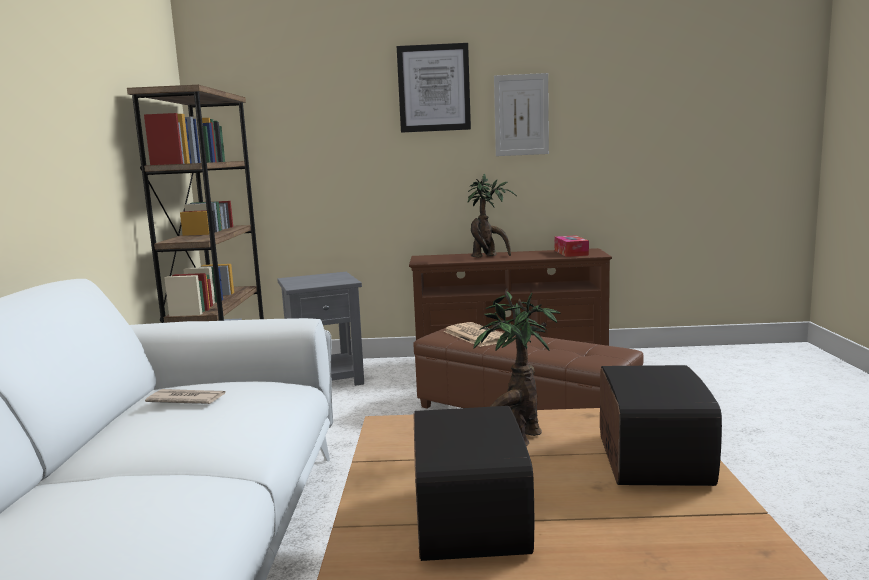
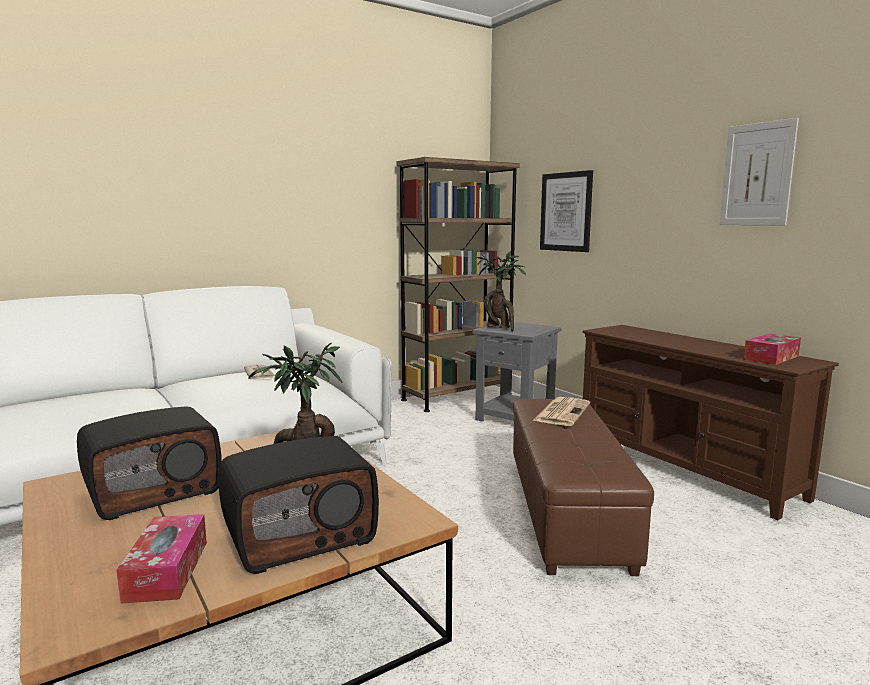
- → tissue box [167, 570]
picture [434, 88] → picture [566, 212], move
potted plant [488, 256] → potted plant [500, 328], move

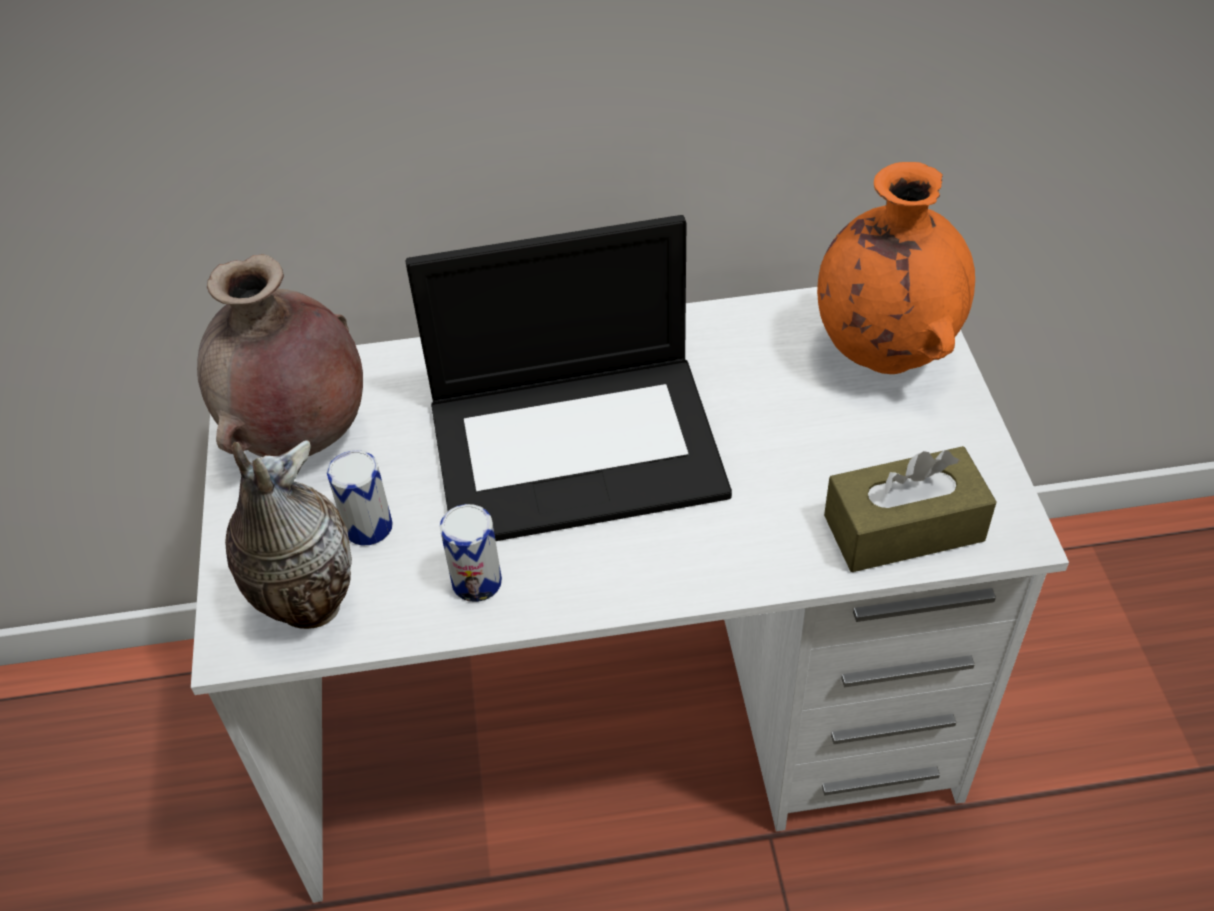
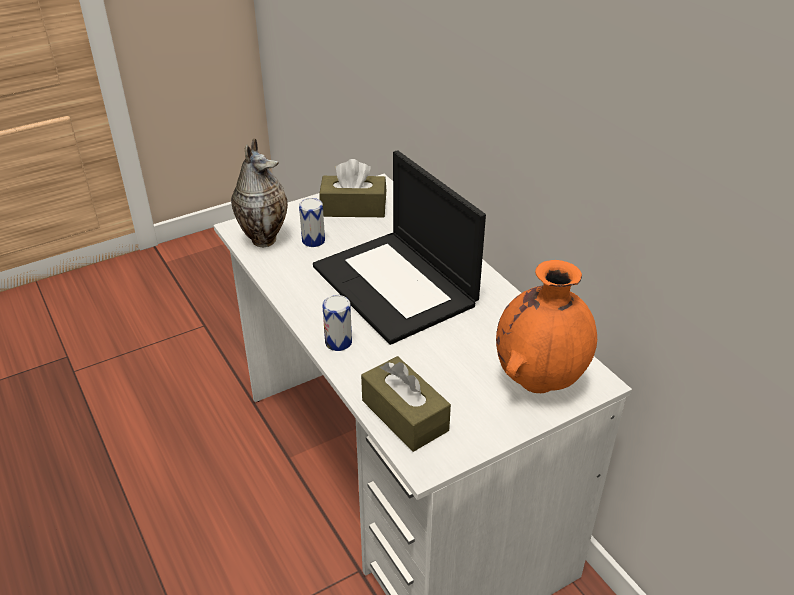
can [476, 581] → can [338, 342], move
brown vase [301, 438] → brown tissue box [353, 208]

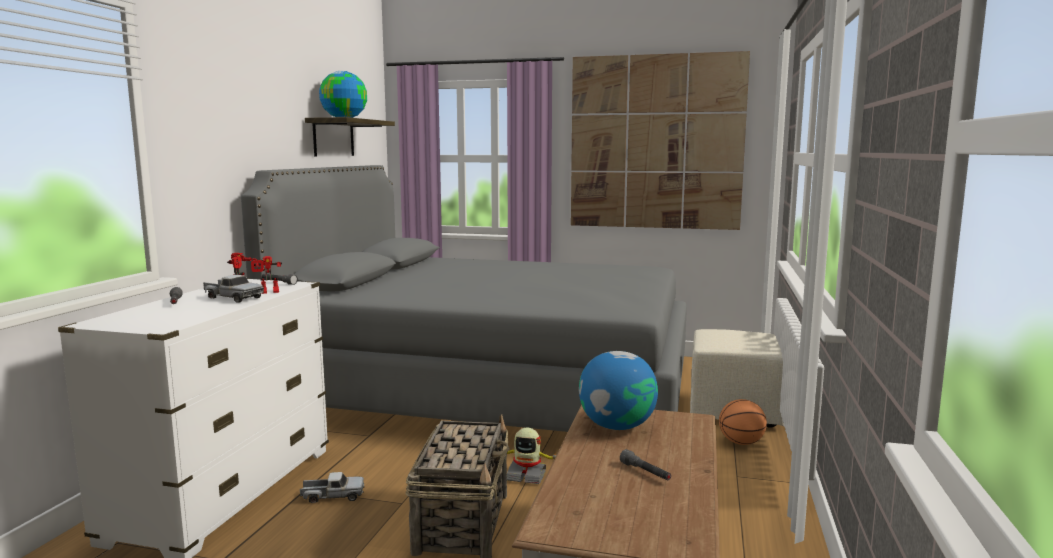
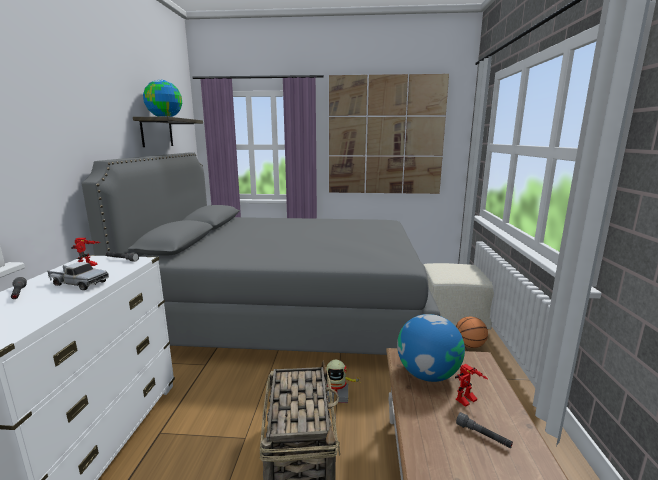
toy truck [333, 496] → -
toy robot [268, 292] → toy robot [467, 402], move

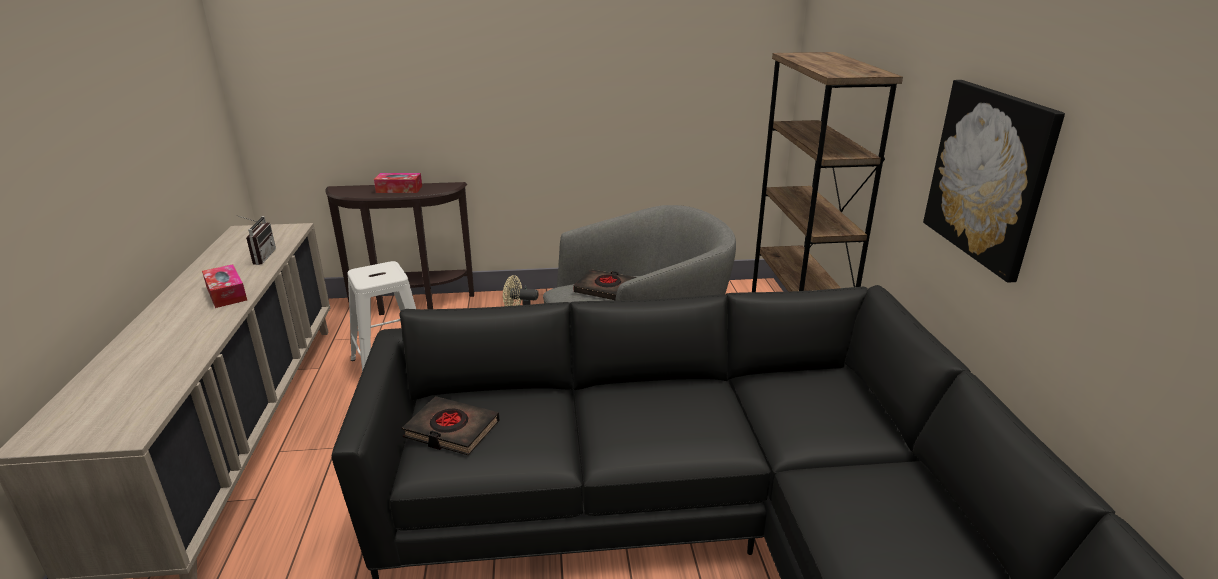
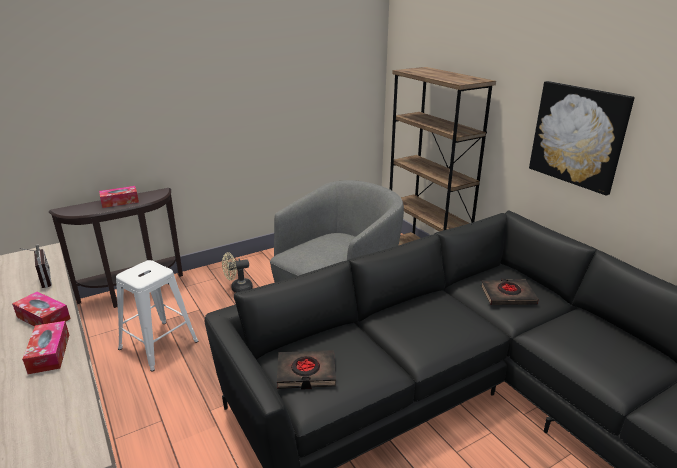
- → tissue box [49, 353]
black book [607, 289] → black book [508, 295], move

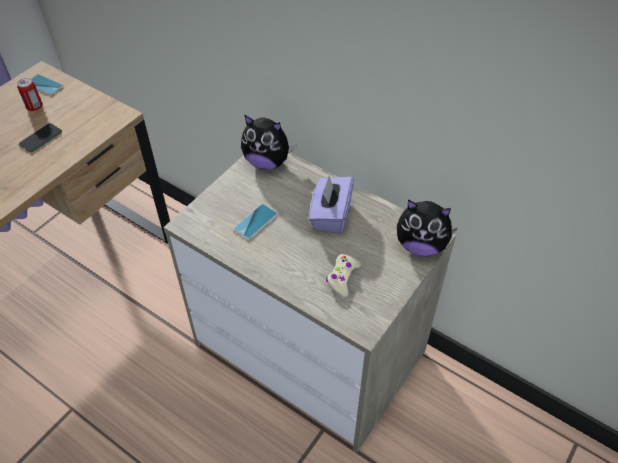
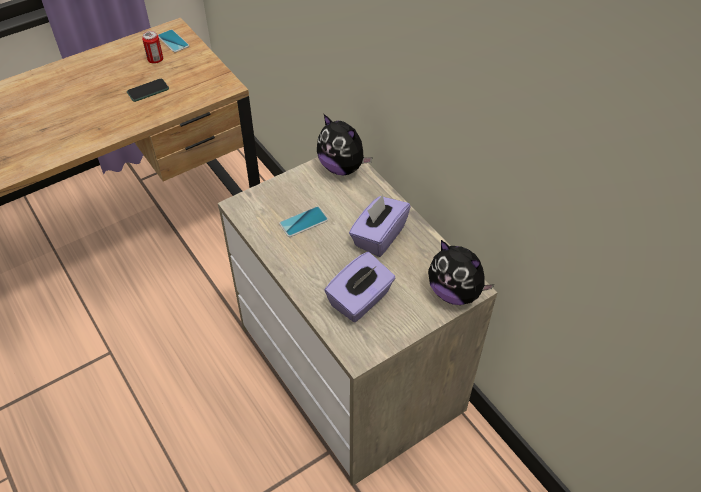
beige game controller [342, 278] → purple tissue box [360, 300]

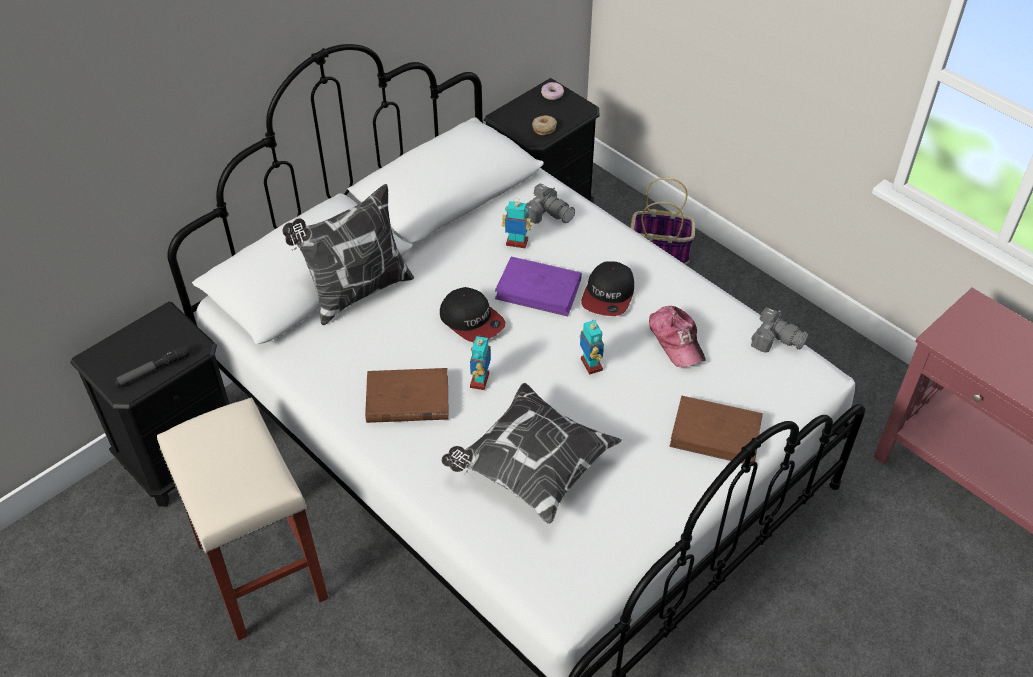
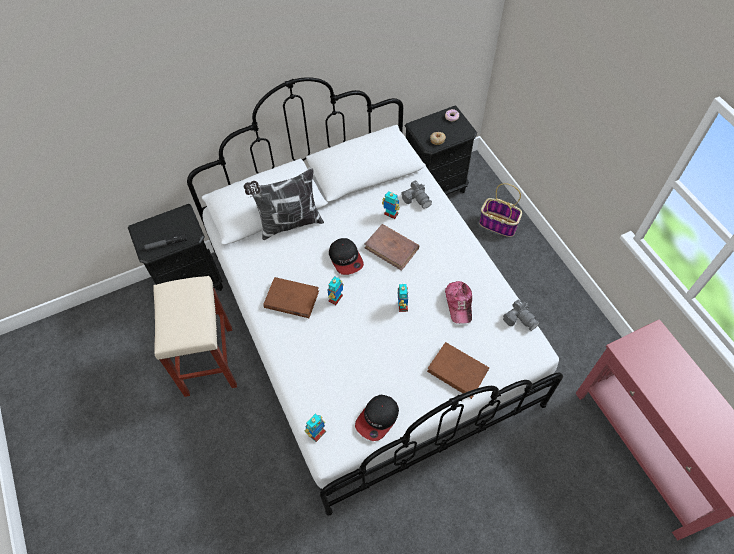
pillow [531, 468] → -
- → toy robot [317, 433]
cap [608, 295] → cap [377, 418], move
purple book [539, 289] → brown book [392, 248]

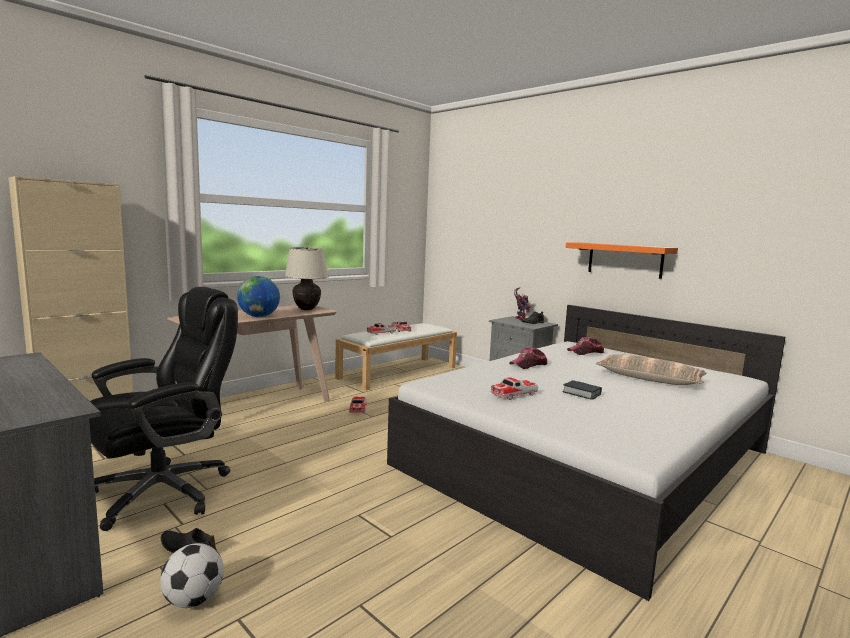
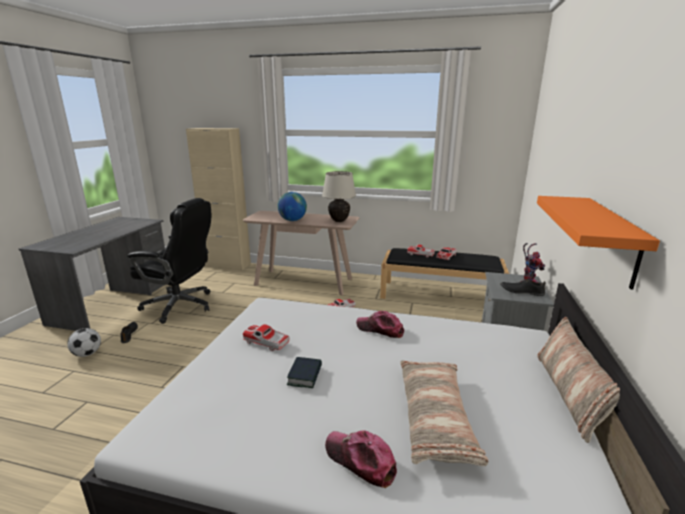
- → pillow [569, 393]
cap [585, 352] → cap [360, 460], move
white bench [398, 372] → black bench [441, 295]

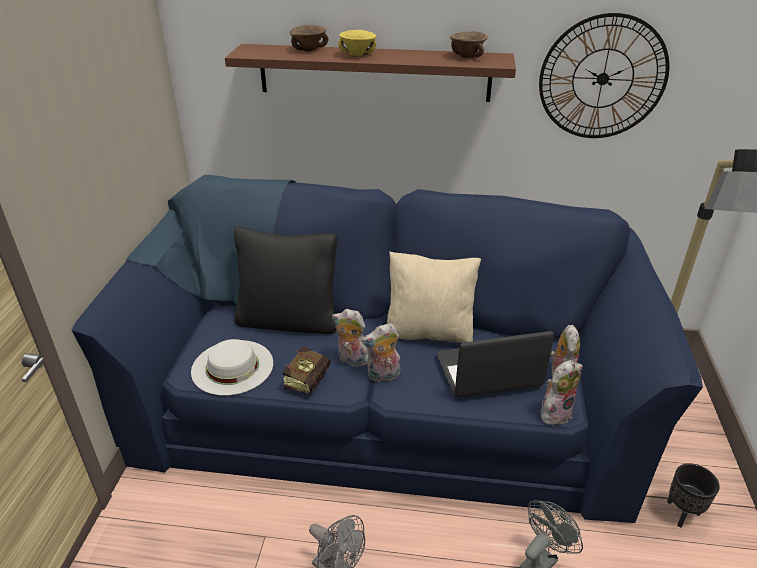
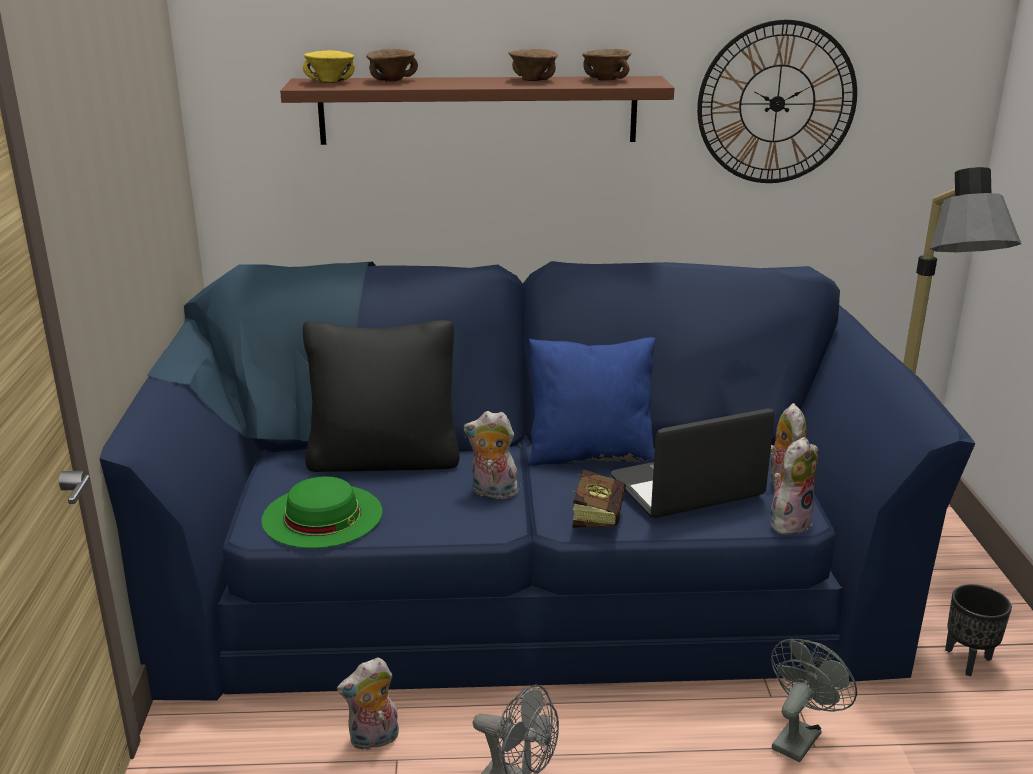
- → brown bowl [531, 80]
book [310, 378] → book [599, 515], move
yellow bowl [357, 55] → yellow bowl [329, 82], move
plush toy [383, 376] → plush toy [374, 740], move
white hat [232, 367] → green hat [322, 515]
beige pillow [429, 332] → blue pillow [590, 454]

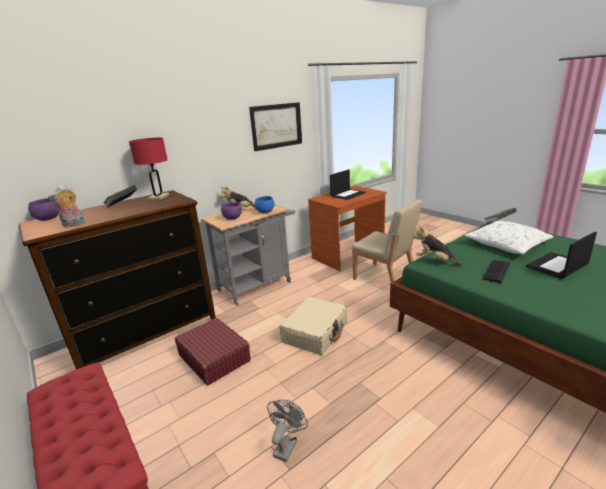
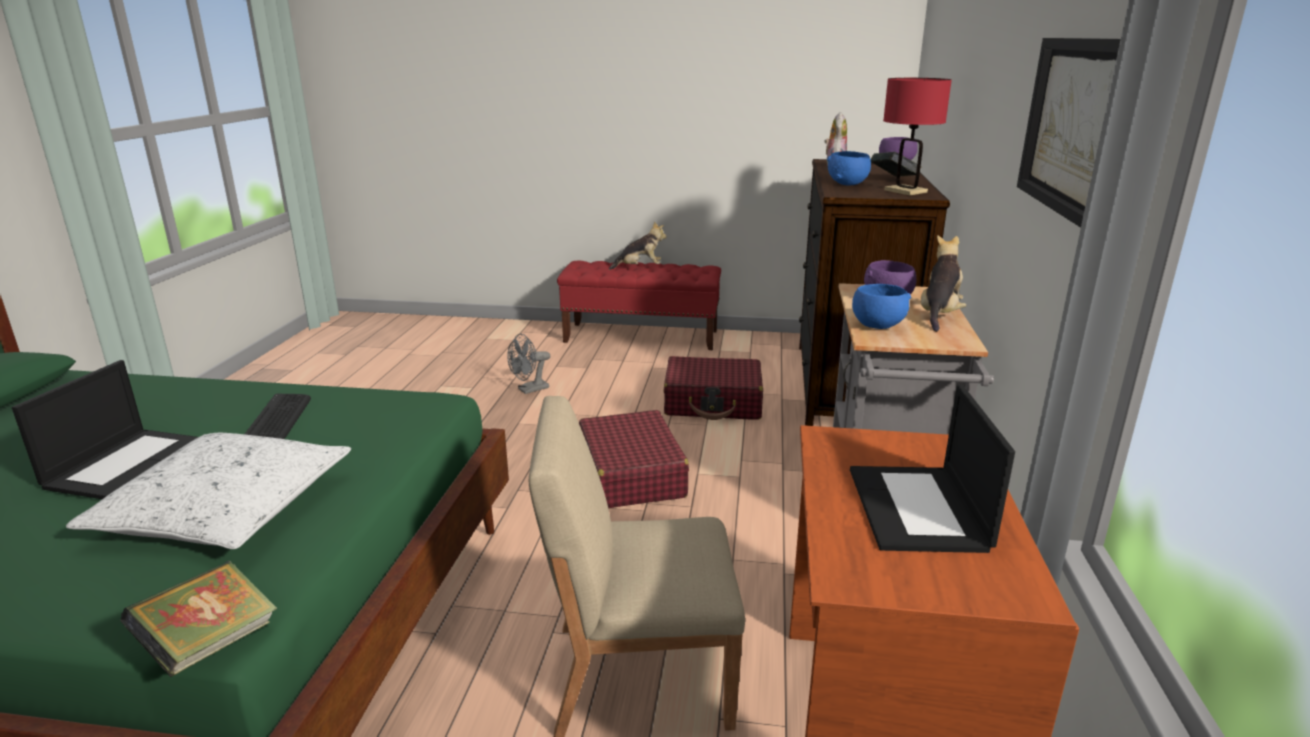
- → blue bowl [848, 184]
plush toy [434, 261] → plush toy [639, 268], move
beige suitcase [315, 332] → red suitcase [631, 475]
grey fan [287, 445] → grey fan [529, 390], 75 degrees clockwise

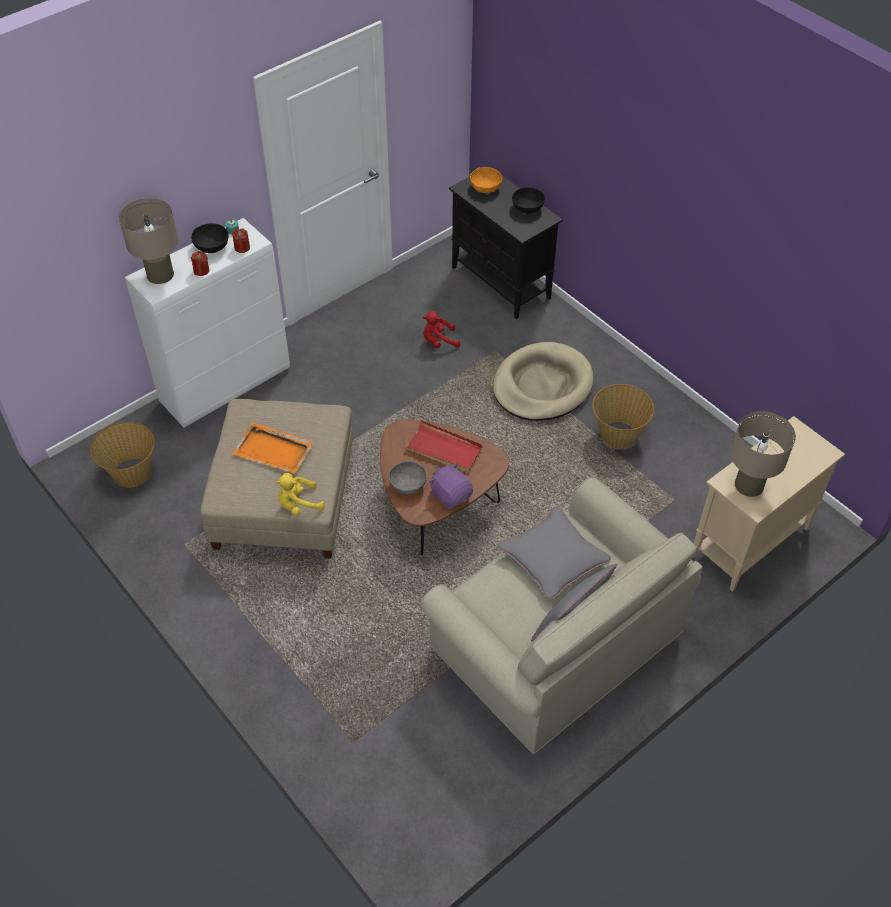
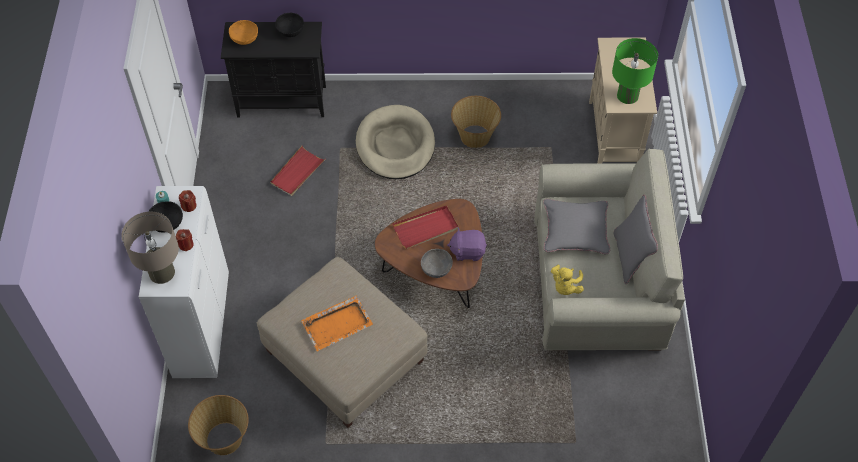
yellow plush toy [298, 505] → yellow plush toy [565, 287], move
red plush toy [439, 341] → red tray [297, 172]
beige table lamp [749, 485] → green table lamp [627, 95]

